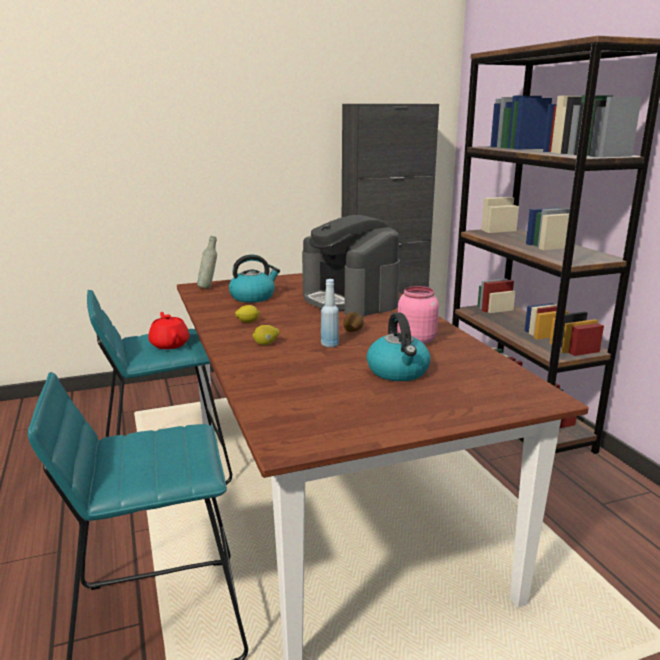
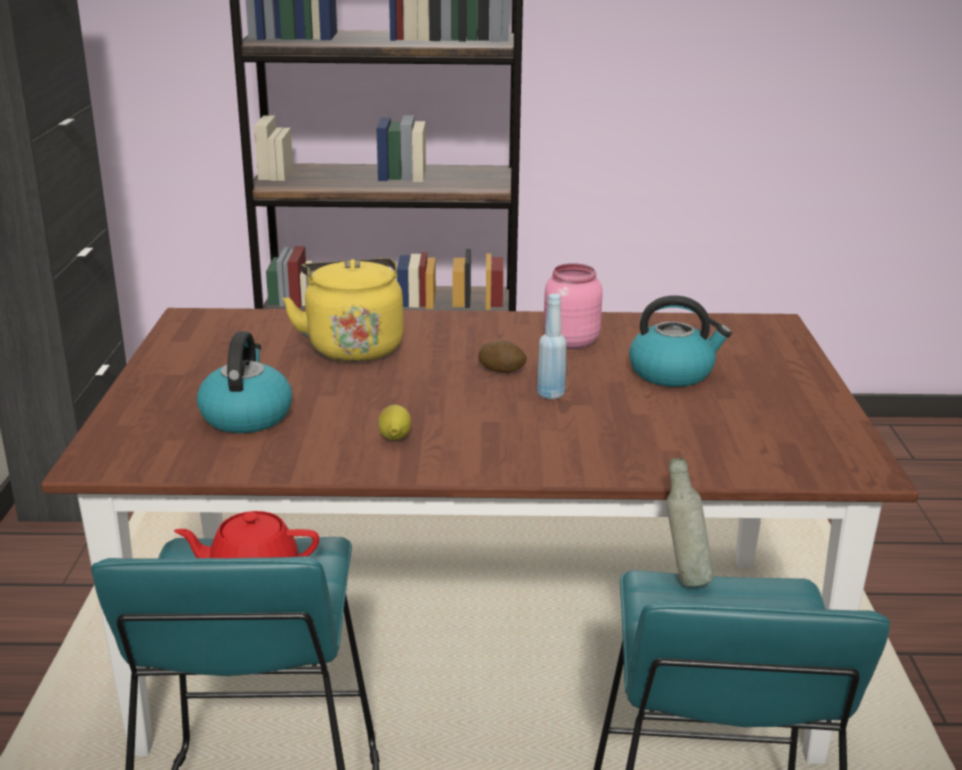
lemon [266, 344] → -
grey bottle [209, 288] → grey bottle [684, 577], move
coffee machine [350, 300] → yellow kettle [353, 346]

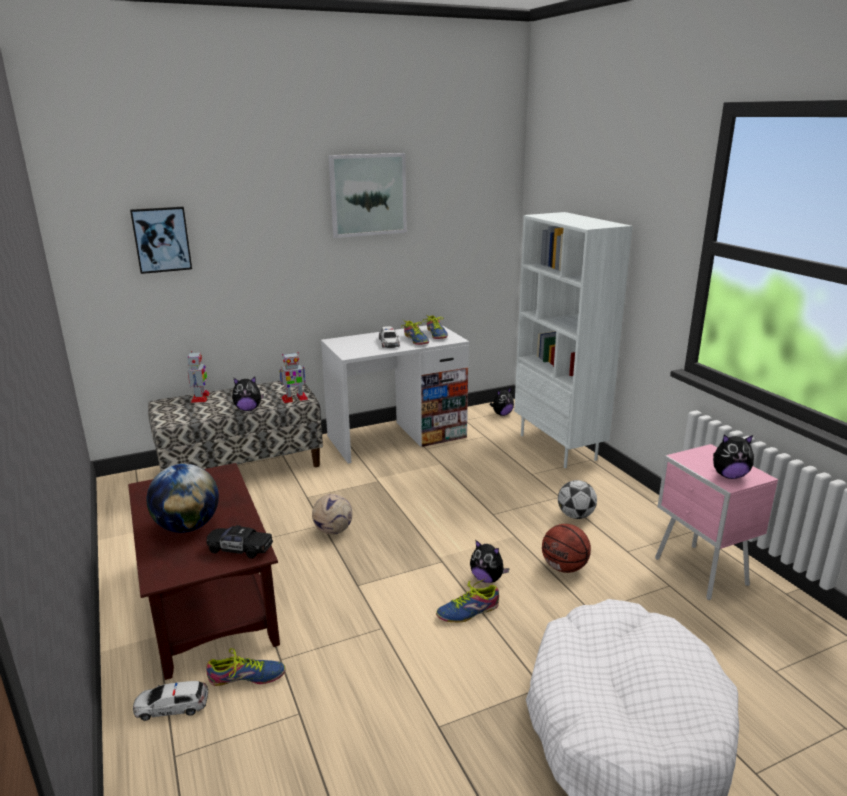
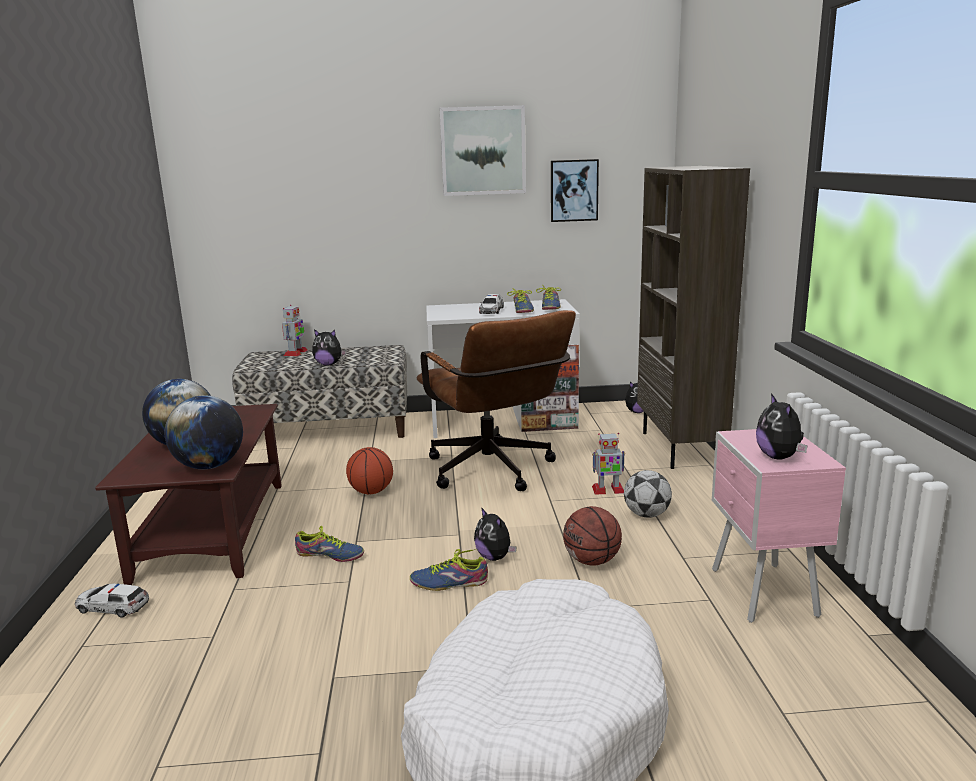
- → brown office chair [494, 473]
picture [161, 239] → picture [574, 190], move
shoe [246, 677] → shoe [330, 555], move
toy robot [294, 398] → toy robot [608, 490], move
black toy car [239, 549] → globe [209, 466]
football [333, 530] → basketball [371, 492]
white bookcase [559, 447] → brown bookcase [680, 448]
plush toy [729, 476] → plush toy [779, 457], 60 degrees clockwise

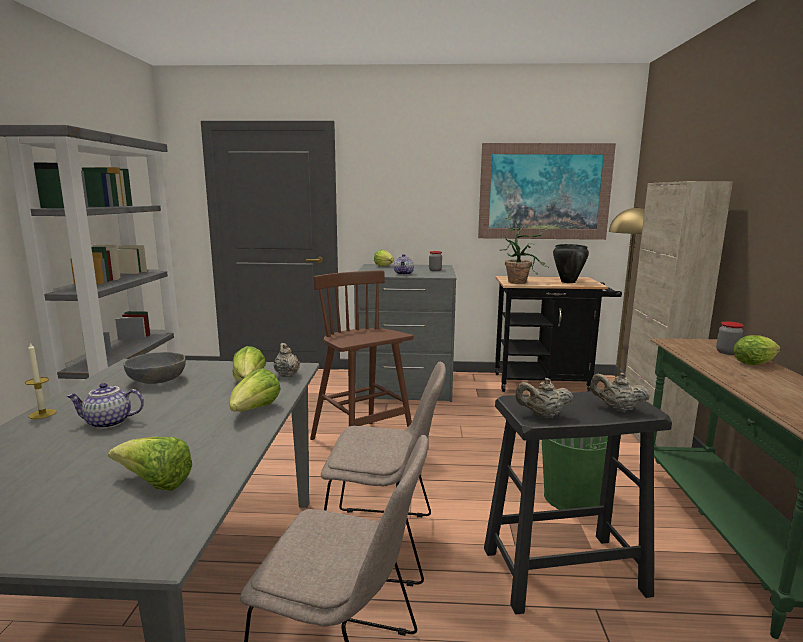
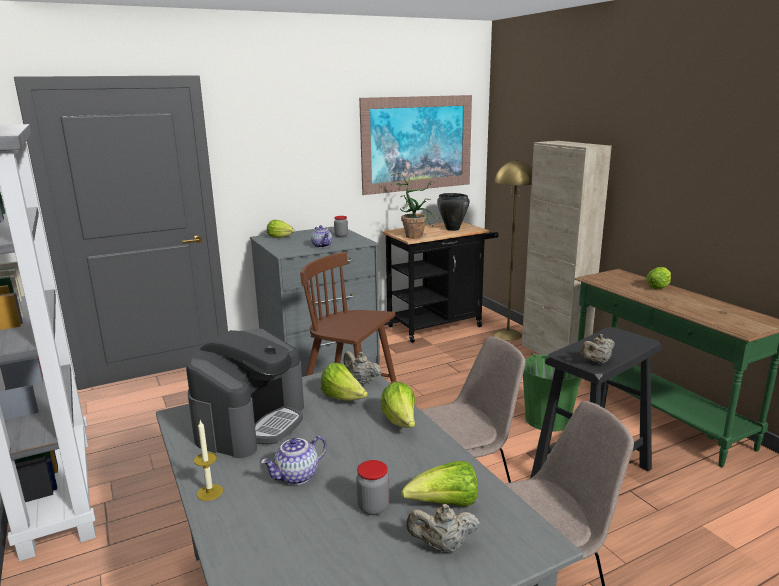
beige teapot [617, 409] → beige teapot [442, 546], move
jar [727, 352] → jar [373, 507], move
grey bowl [157, 380] → coffee machine [251, 422]

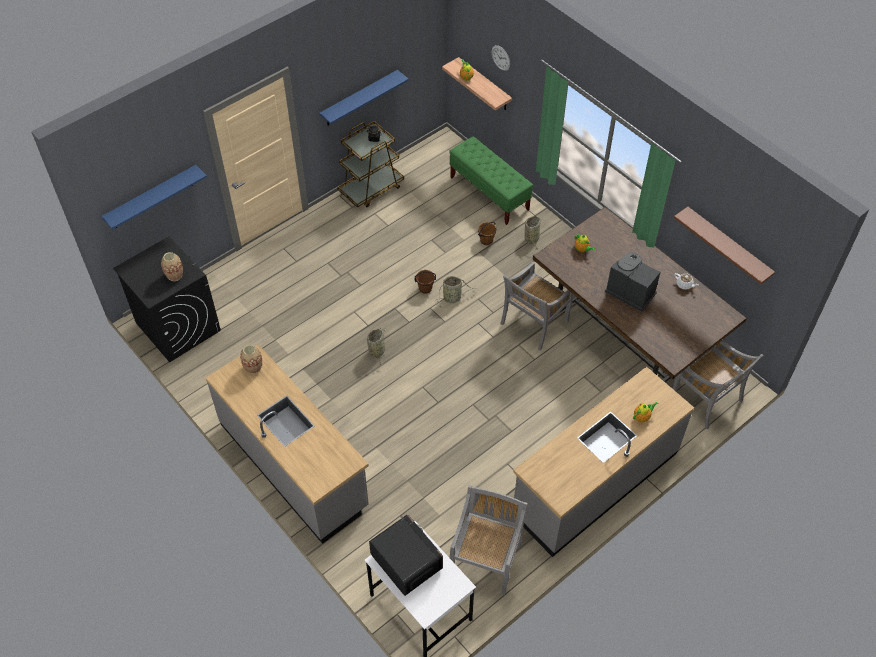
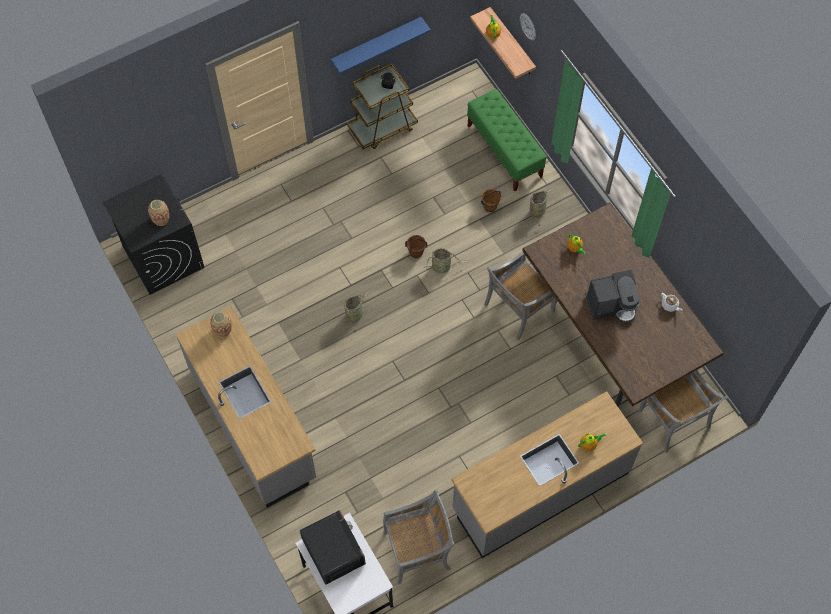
blue shelf [151, 197] → -
brown shelf [728, 246] → -
grey chair [485, 560] → grey chair [418, 550], 45 degrees clockwise
coffee machine [629, 292] → coffee machine [611, 305], 120 degrees clockwise

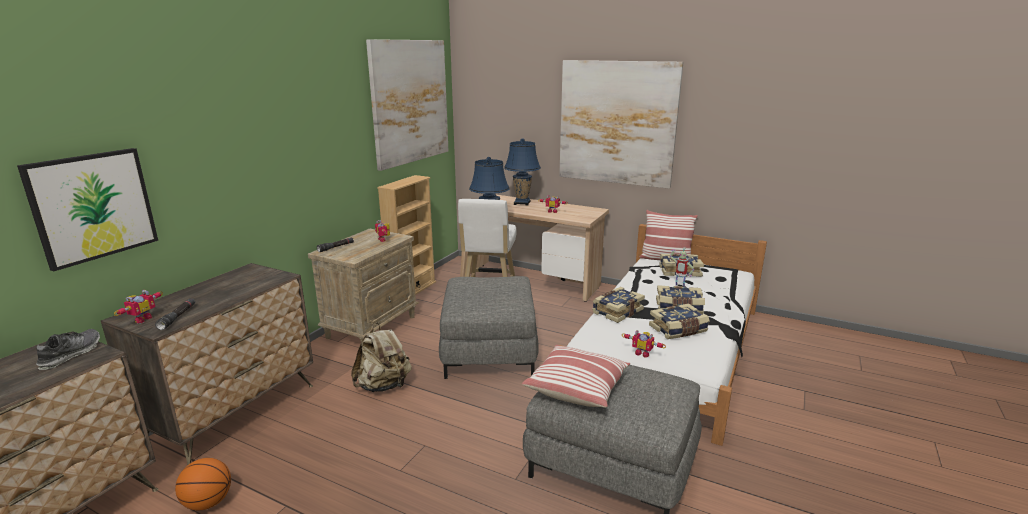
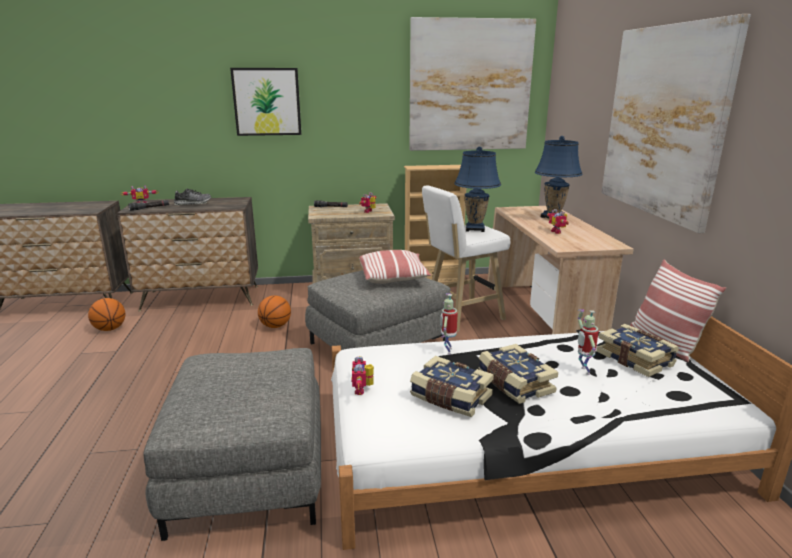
picture [93, 206] → picture [267, 102], move
shoe [71, 354] → shoe [193, 203], move
pillow [577, 387] → pillow [393, 278], move
beige backpack [384, 386] → basketball [275, 326]
book [616, 311] → toy robot [447, 350]

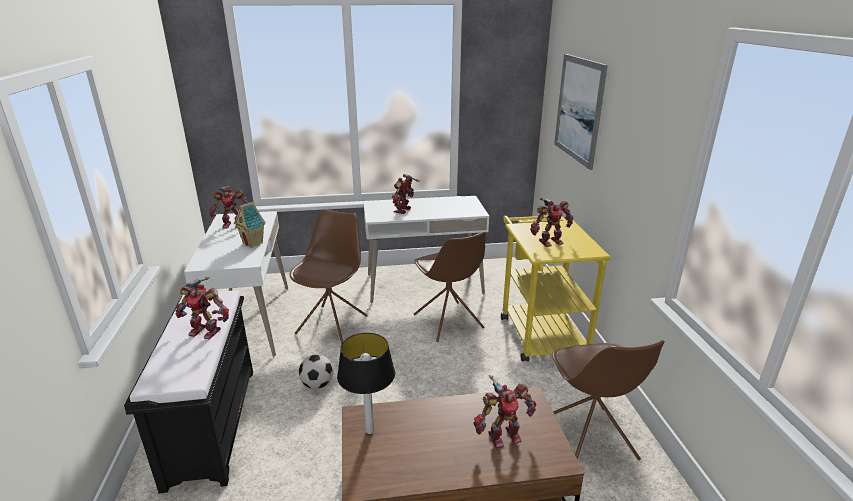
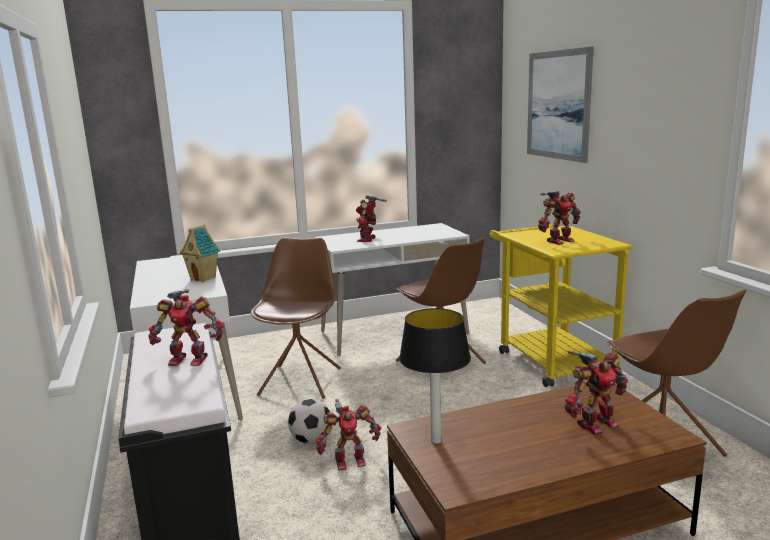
toy robot [233, 225] → toy robot [349, 461], move

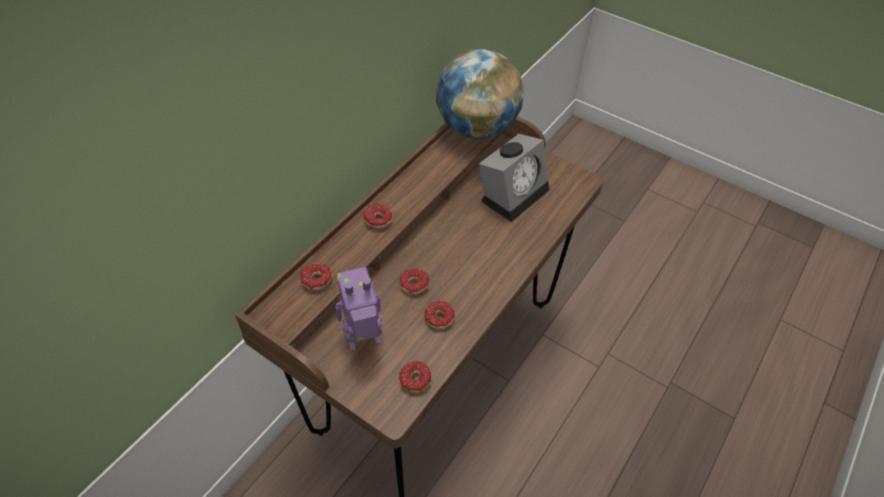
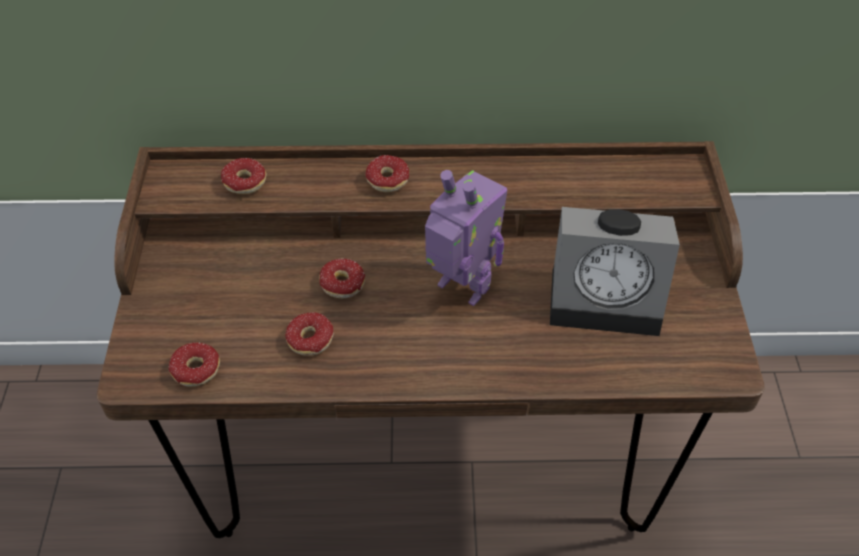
globe [476, 128] → -
toy robot [364, 341] → toy robot [461, 289], move

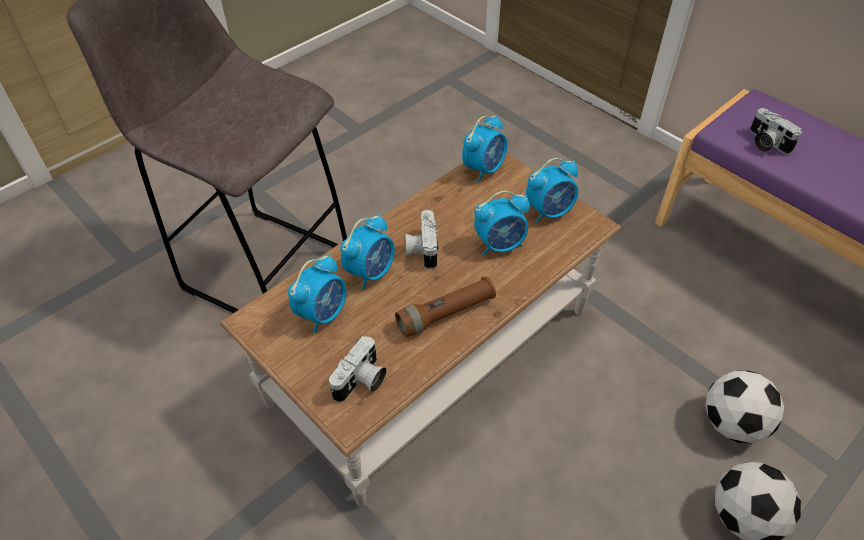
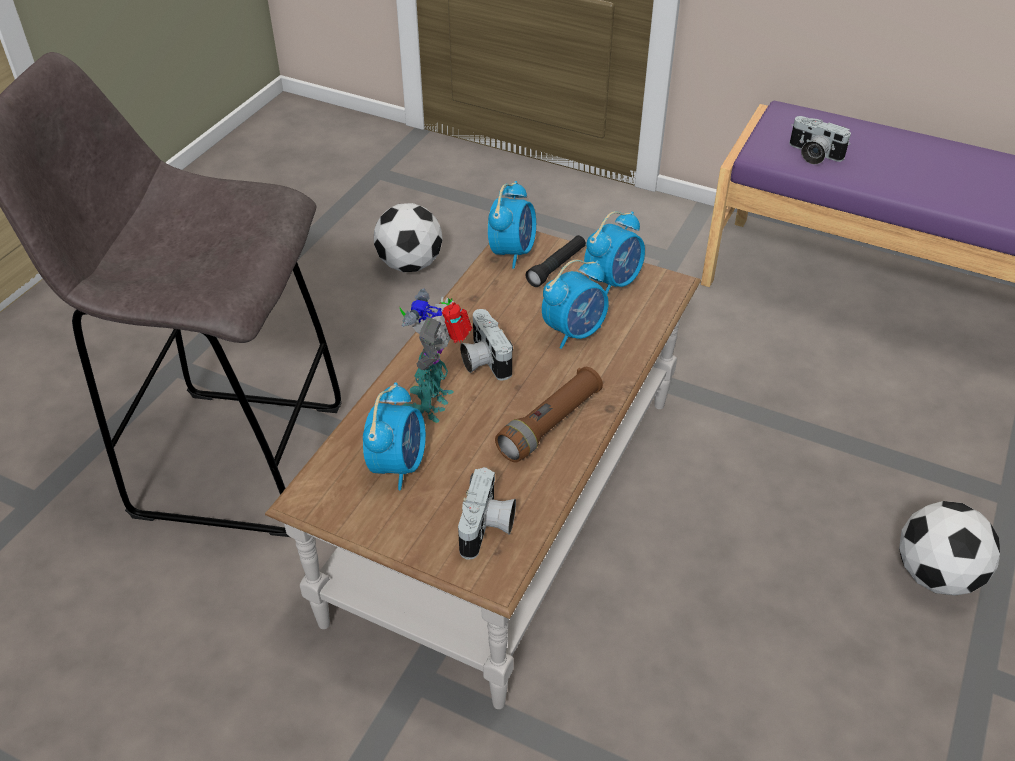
- → black flashlight [556, 267]
football [732, 423] → football [410, 264], move
alarm clock [371, 272] → toy robot [434, 402]

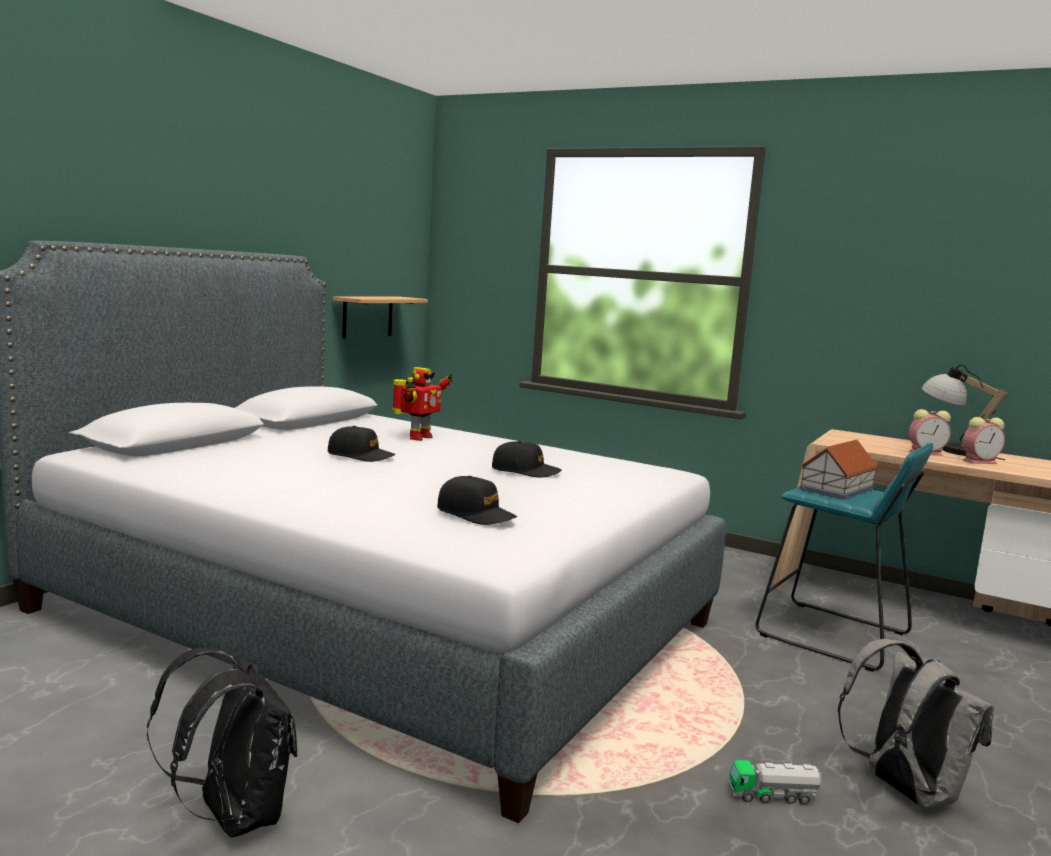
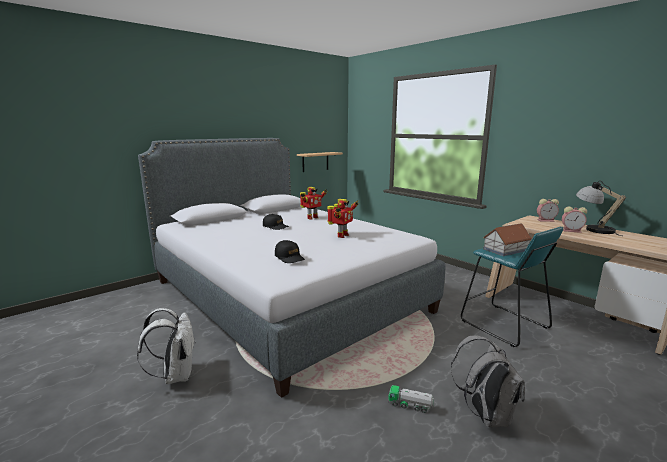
alarm clock [980, 462] → alarm clock [546, 220], move
black cap [525, 471] → toy robot [341, 236]
black backpack [233, 816] → white backpack [176, 375]

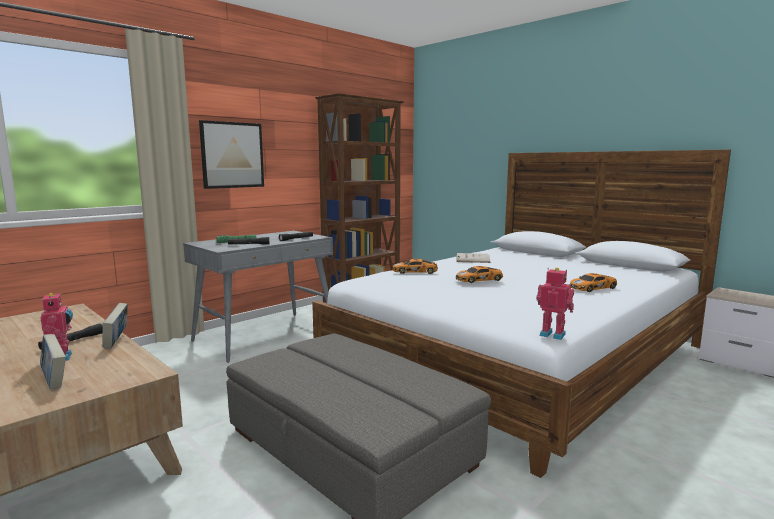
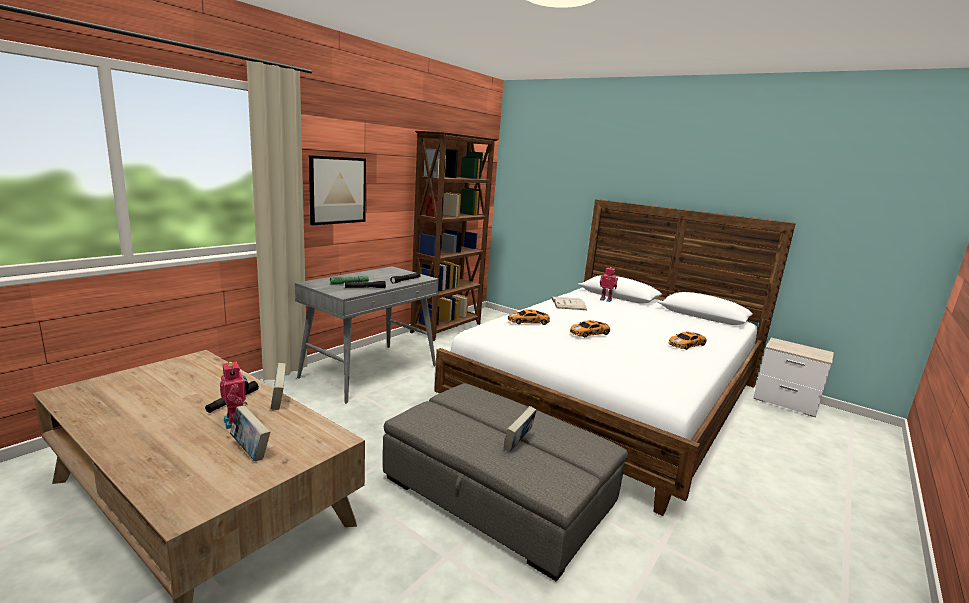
- → book [518, 443]
toy robot [553, 334] → toy robot [606, 299], move

